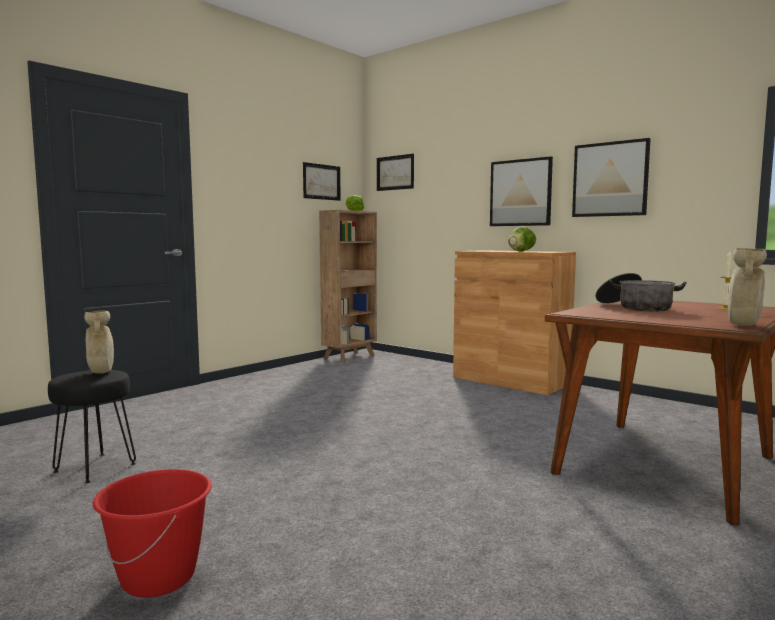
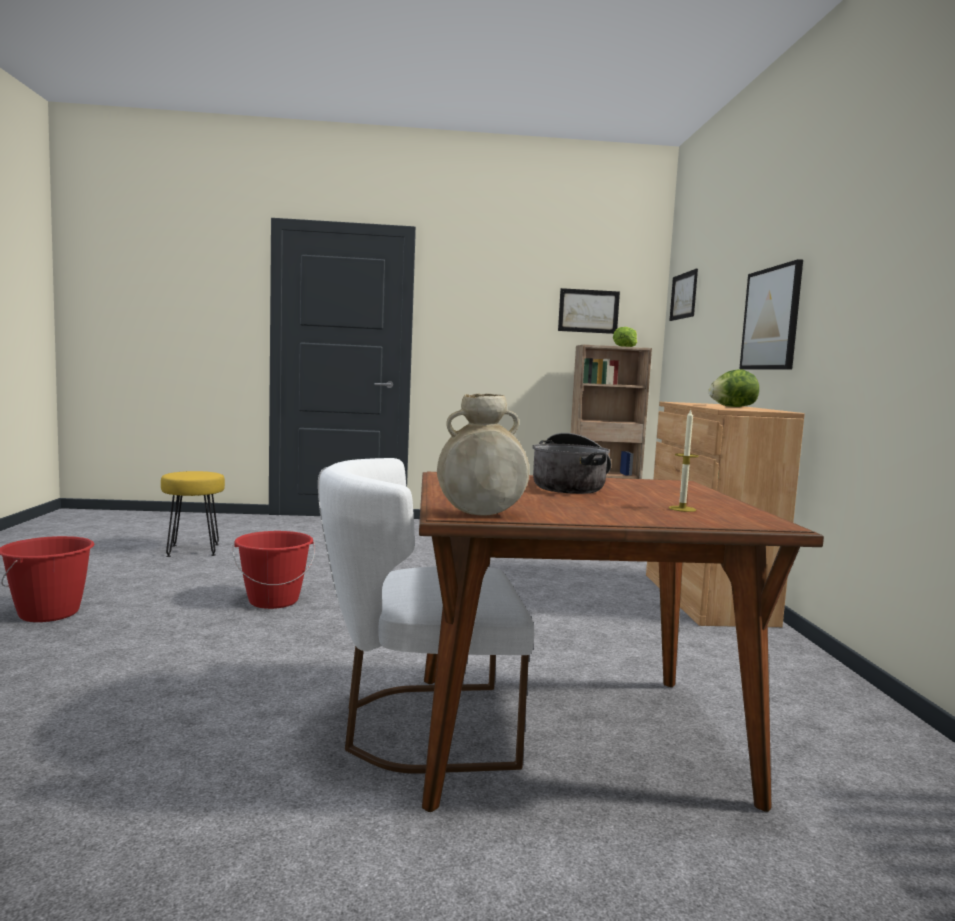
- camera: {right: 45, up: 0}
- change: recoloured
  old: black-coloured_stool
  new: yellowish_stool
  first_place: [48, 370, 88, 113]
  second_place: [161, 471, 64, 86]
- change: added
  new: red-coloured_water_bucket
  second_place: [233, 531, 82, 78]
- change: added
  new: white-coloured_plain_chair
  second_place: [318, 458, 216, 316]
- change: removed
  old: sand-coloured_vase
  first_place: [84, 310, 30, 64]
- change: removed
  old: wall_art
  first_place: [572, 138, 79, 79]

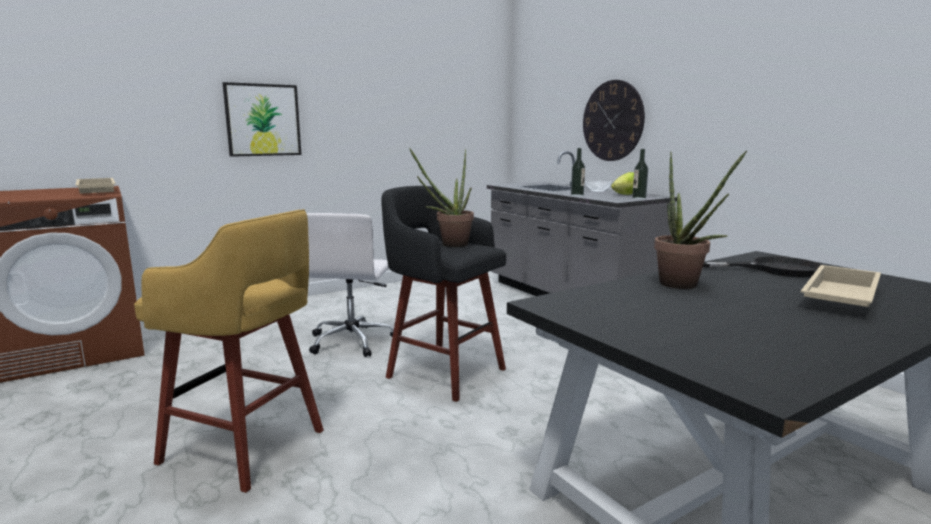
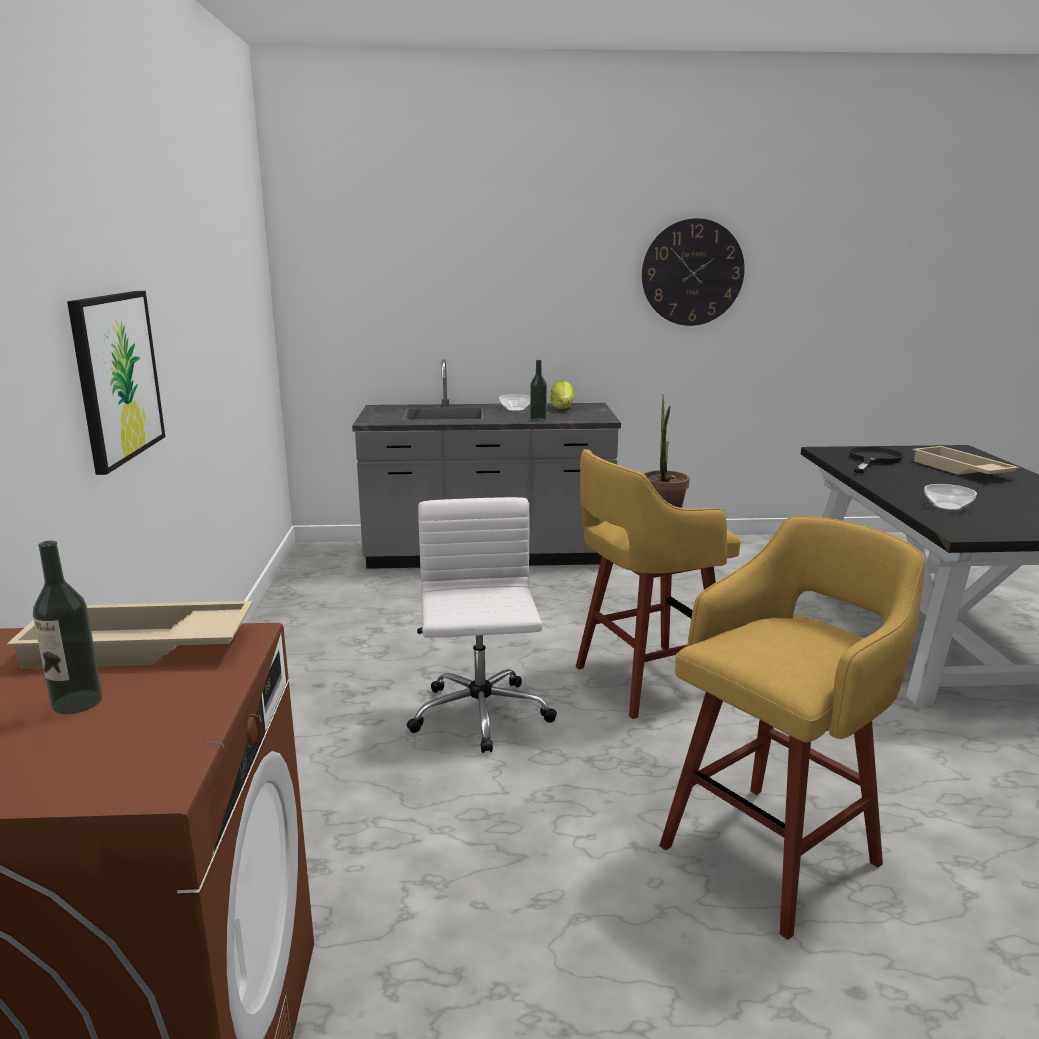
- camera: {right: -60, up: 5}
- change: moved
  old: beverage_bottle
  first_place: [632, 149, 16, 50]
  second_place: [33, 541, 70, 173]
- change: turned
  old: white-coloured_office_chair
  first_place: [306, 213, 88, 144]
  second_place: [406, 497, 151, 256]
  degrees: -135
- change: recoloured
  old: black-coloured_stool
  new: yellowish_stool
  first_place: [381, 186, 125, 216]
  second_place: [576, 449, 165, 270]
- change: moved
  old: clock_on_the_wall
  first_place: [583, 80, 62, 81]
  second_place: [642, 218, 103, 108]
- change: added
  new: serving_bowl
  second_place: [924, 484, 53, 26]
- change: removed
  old: plant_in_a_pot
  first_place: [654, 151, 93, 138]

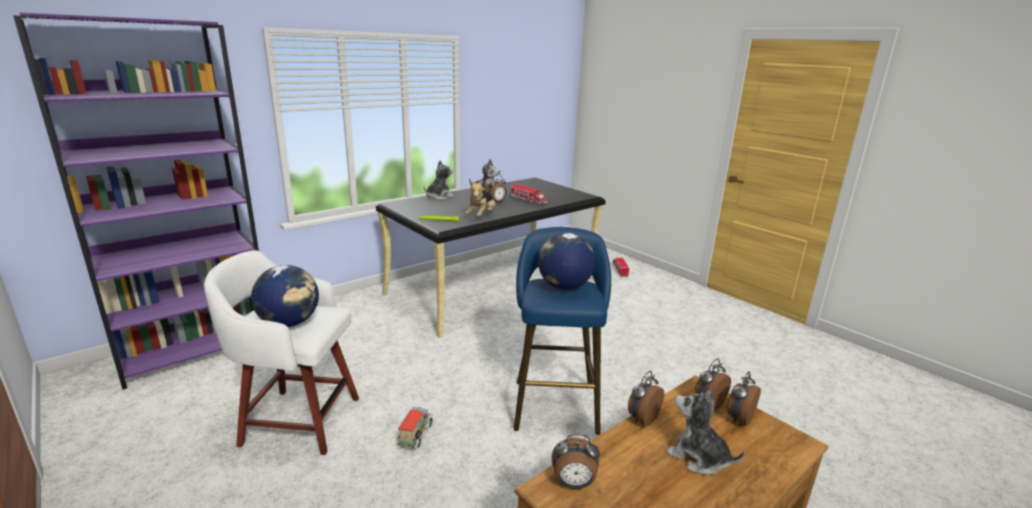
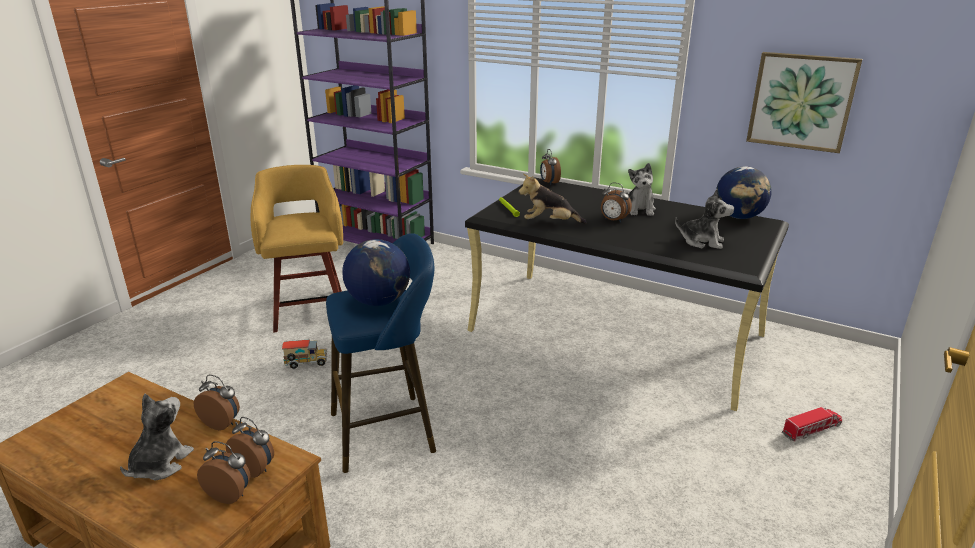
- camera: {right: 70, up: 5}
- change: recoloured
  old: white-coloured_stool
  new: yellowish_stool
  first_place: [204, 250, 155, 205]
  second_place: [251, 165, 92, 167]
- change: moved
  old: alarm_clock
  first_place: [552, 434, 48, 55]
  second_place: [540, 149, 21, 36]
- change: moved
  old: soft_toy
  first_place: [424, 160, 30, 40]
  second_place: [675, 189, 59, 60]
- change: moved
  old: globe
  first_place: [251, 265, 68, 62]
  second_place: [716, 166, 56, 53]
- change: added
  new: wall_art
  second_place: [746, 52, 116, 101]
- change: removed
  old: toy_lorry
  first_place: [510, 184, 37, 21]

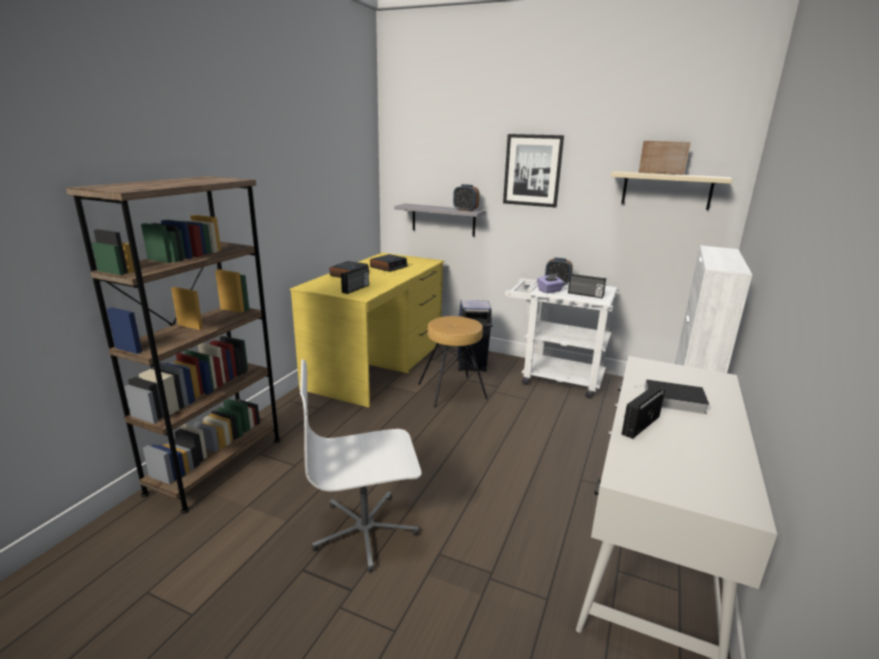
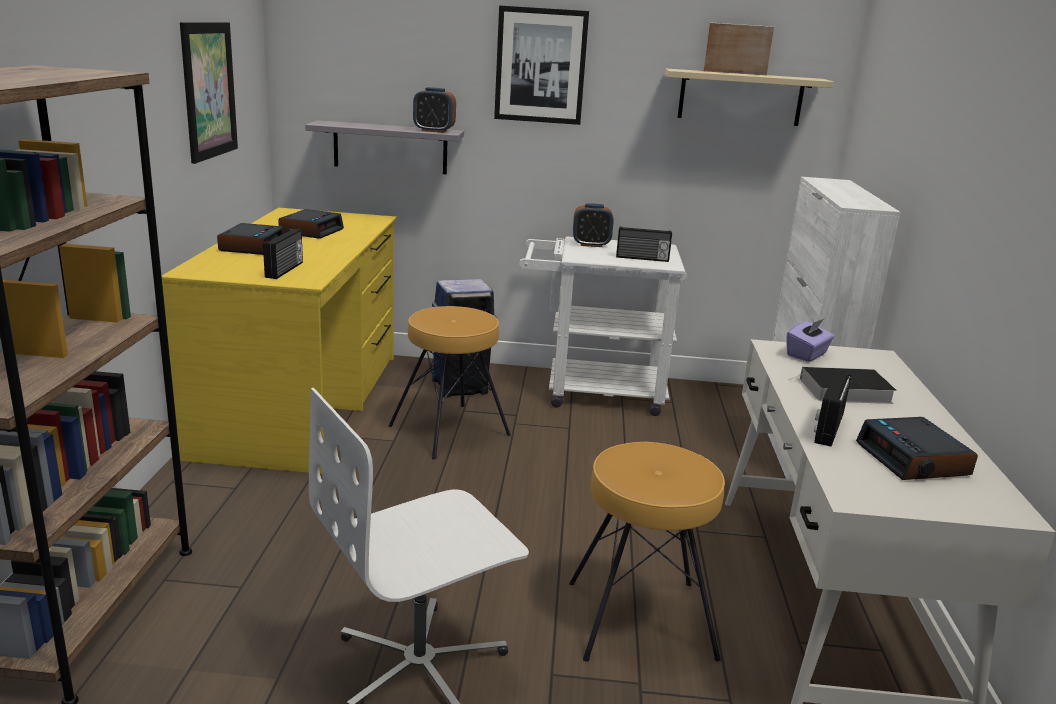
- camera: {right: -20, up: 0}
- change: added
  new: wall_art
  second_place: [180, 22, 58, 142]
- change: added
  new: brownish_stool
  second_place: [569, 442, 156, 220]
- change: moved
  old: purple_tissue_box
  first_place: [537, 273, 28, 20]
  second_place: [786, 319, 48, 43]
- change: added
  new: alarm_clock
  second_place: [856, 417, 122, 63]

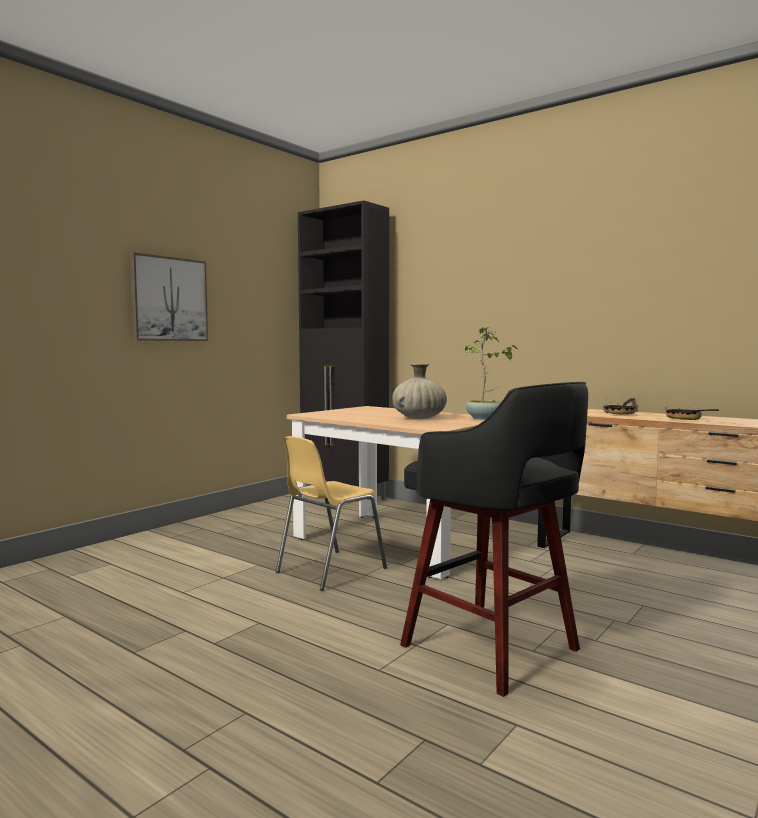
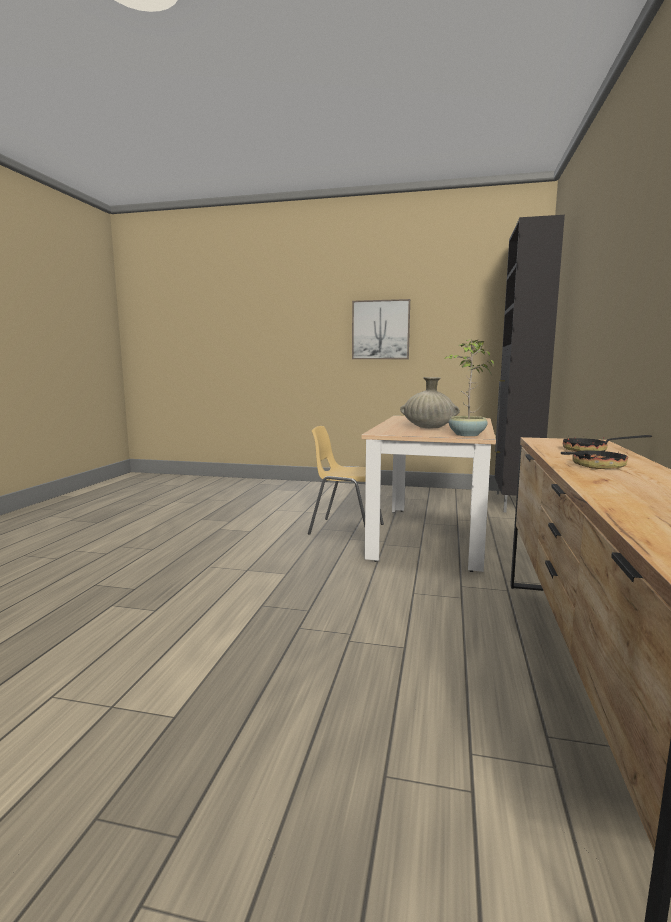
- camera: {right: 65, up: 5}
- change: removed
  old: black-coloured_stool
  first_place: [400, 382, 188, 315]

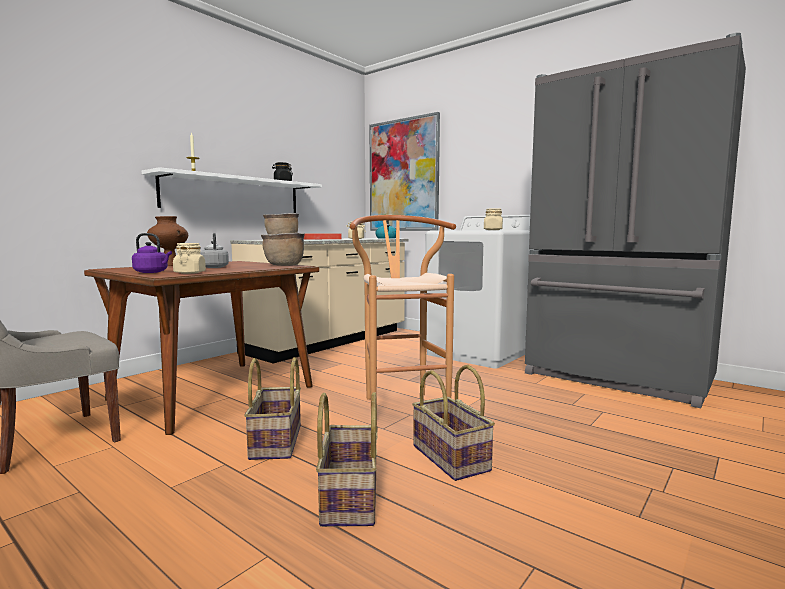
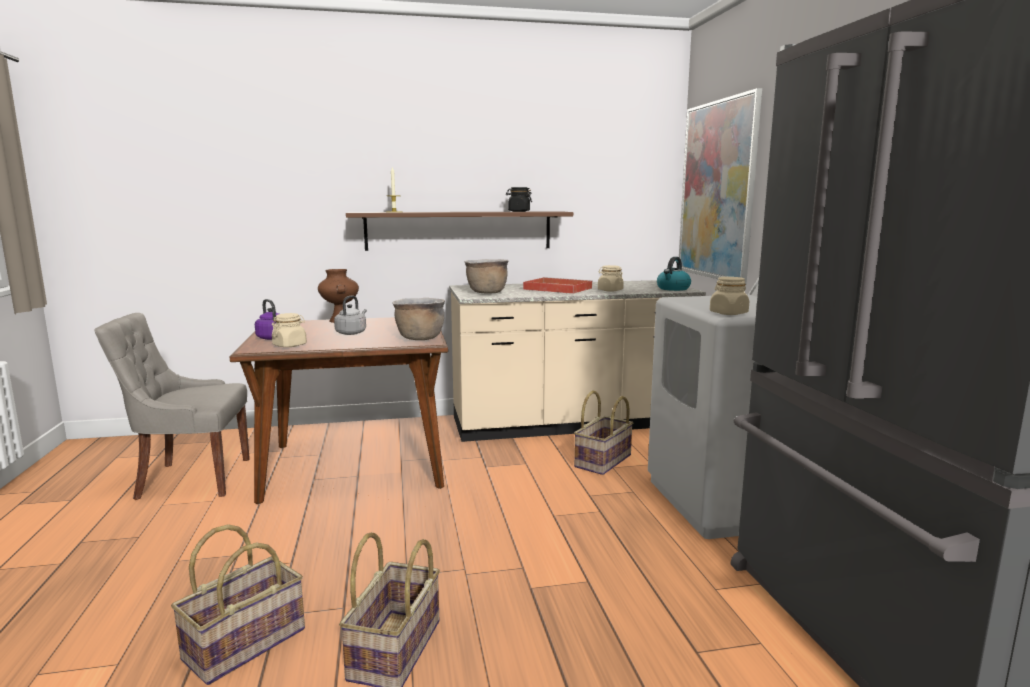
- camera: {right: 40, up: 5}
- change: recoloured
  old: white-coloured_wall_shelf
  new: brownish_wall_shelf
  first_place: [142, 167, 180, 46]
  second_place: [346, 212, 227, 39]
- change: moved
  old: household_basket
  first_place: [244, 357, 57, 103]
  second_place: [574, 390, 59, 85]
- change: removed
  old: brownish_stool
  first_place: [350, 215, 106, 185]

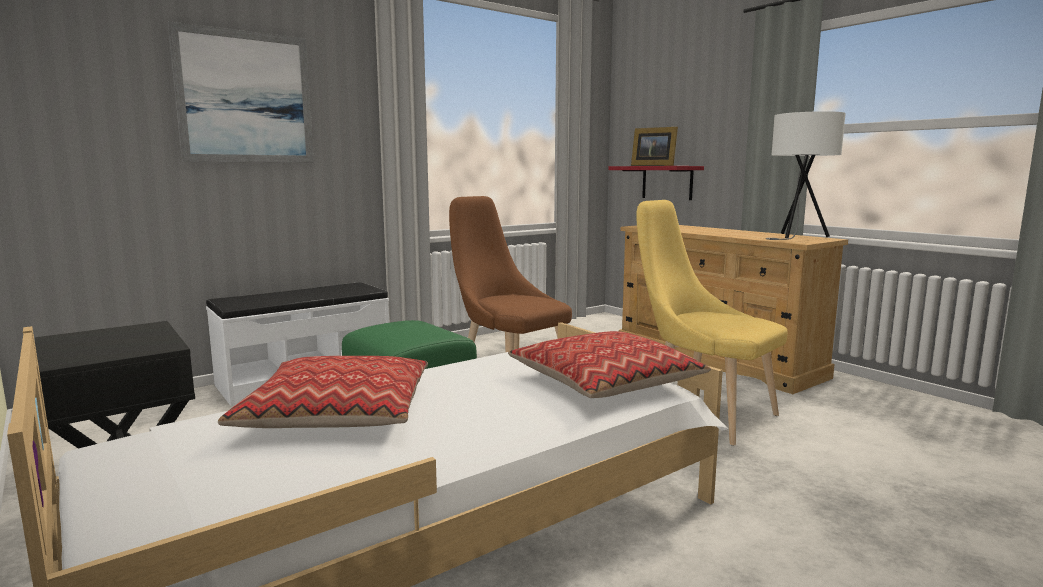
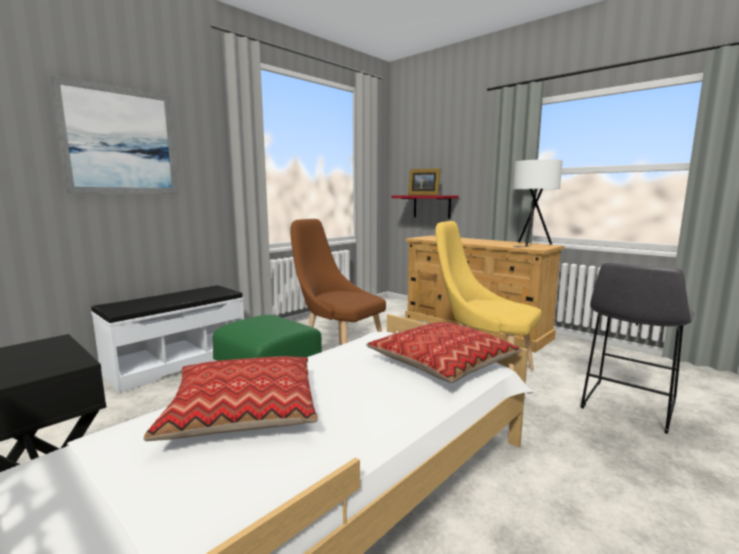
- camera: {right: -10, up: 0}
- change: added
  new: gray_stool
  second_place: [581, 262, 113, 172]

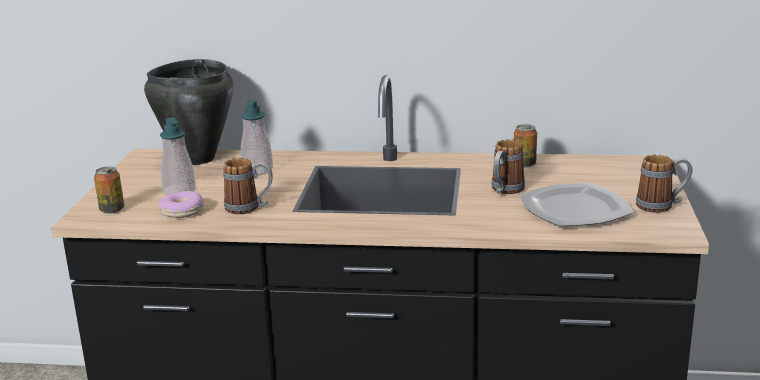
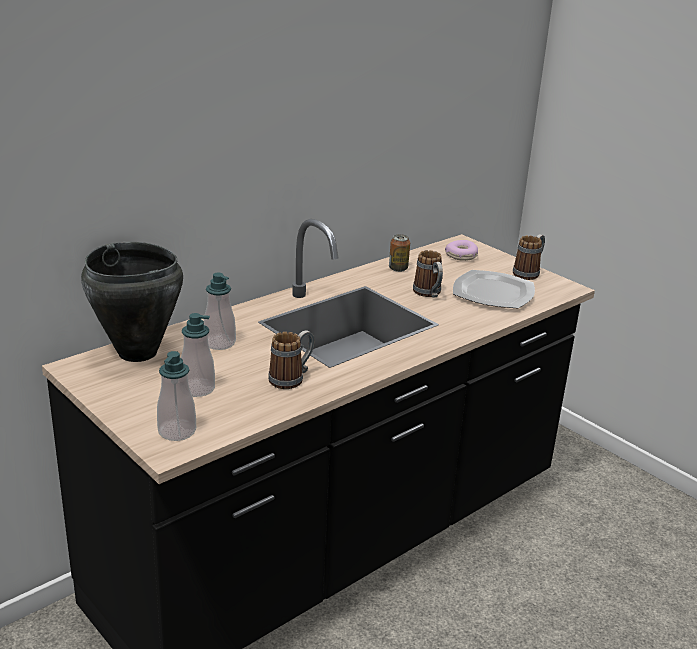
- camera: {right: -50, up: 5}
- change: replaced
  old: metal_can
  new: liquid_soap_bottle
  first_place: [94, 166, 30, 48]
  second_place: [157, 351, 39, 90]
- change: moved
  old: ring_doughnut
  first_place: [158, 191, 46, 27]
  second_place: [445, 240, 33, 21]

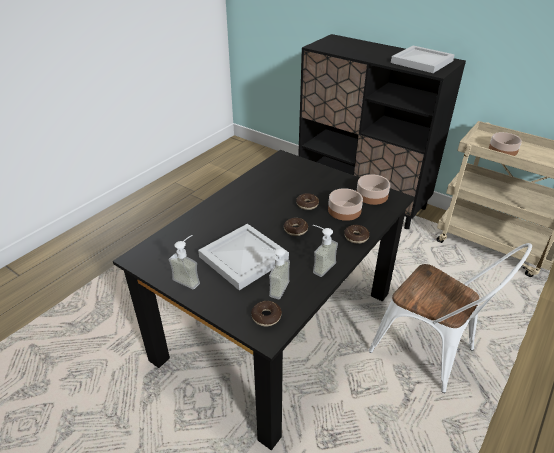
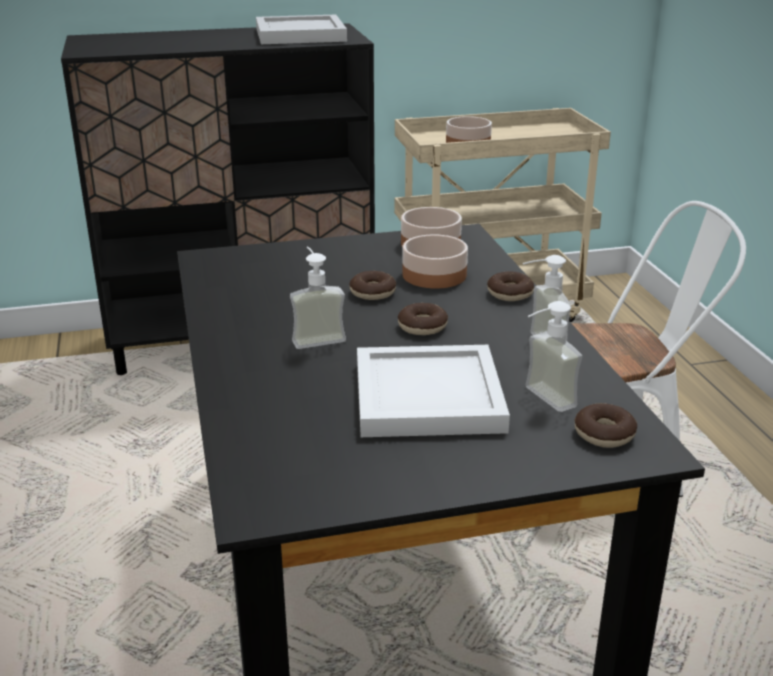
- camera: {right: -50, up: -10}
- change: moved
  old: liquid_soap_bottle
  first_place: [169, 235, 31, 55]
  second_place: [290, 247, 56, 102]

